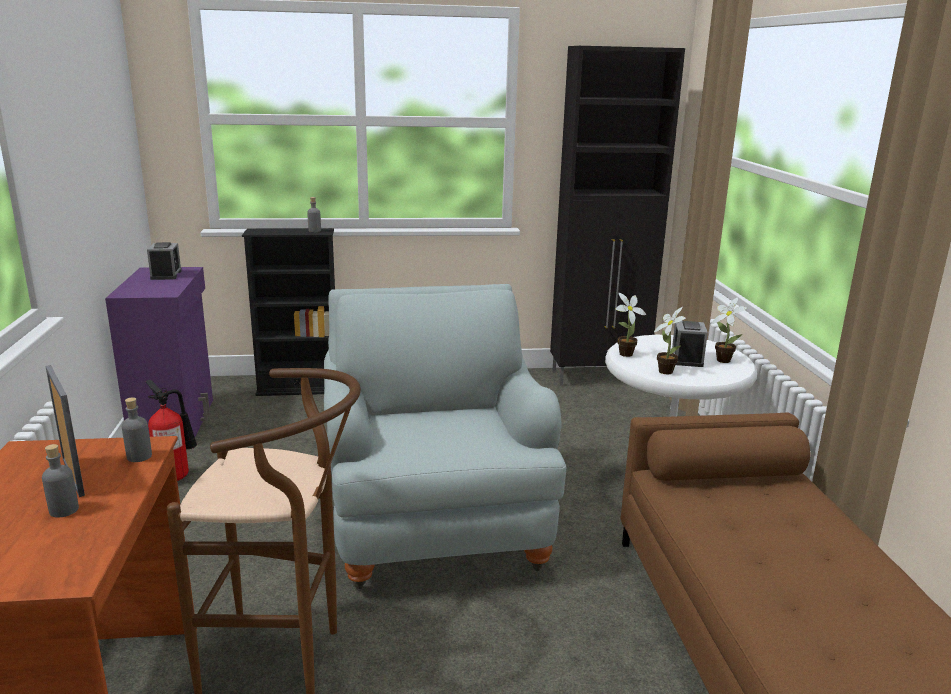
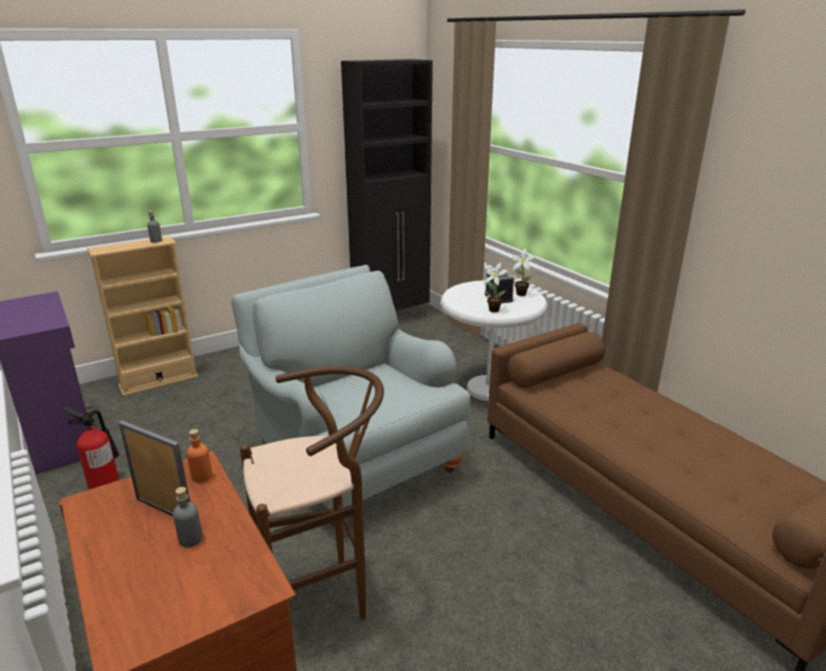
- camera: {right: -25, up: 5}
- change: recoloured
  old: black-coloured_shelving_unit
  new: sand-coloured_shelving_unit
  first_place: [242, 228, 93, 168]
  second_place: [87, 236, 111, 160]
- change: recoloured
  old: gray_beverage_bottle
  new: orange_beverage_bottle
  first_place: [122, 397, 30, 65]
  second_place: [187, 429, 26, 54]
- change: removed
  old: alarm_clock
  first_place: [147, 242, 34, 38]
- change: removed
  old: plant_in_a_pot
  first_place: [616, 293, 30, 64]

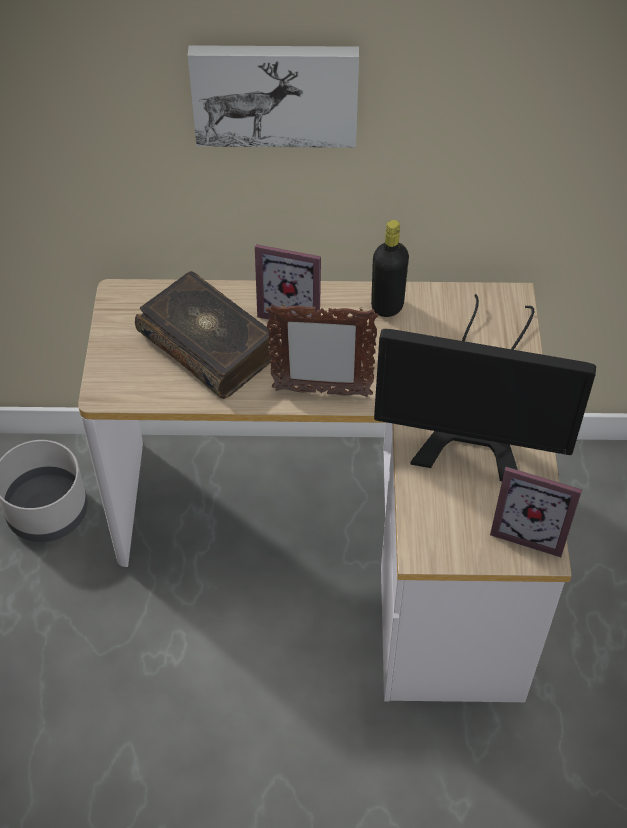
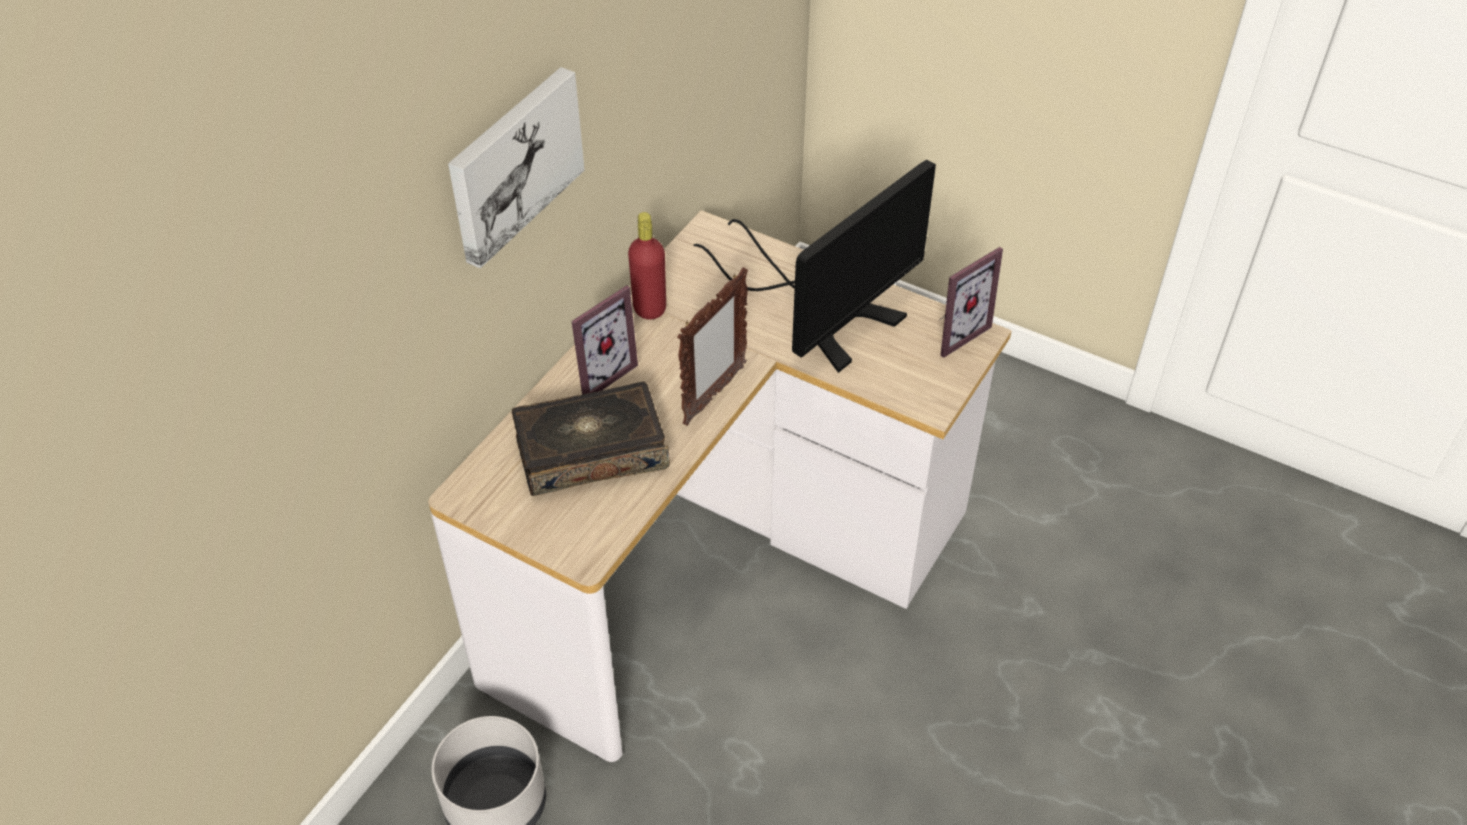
- camera: {right: -60, up: -5}
- change: recoloured
  old: black-coloured_beverage_bottle
  new: red-coloured_beverage_bottle
  first_place: [371, 220, 38, 97]
  second_place: [628, 212, 38, 107]

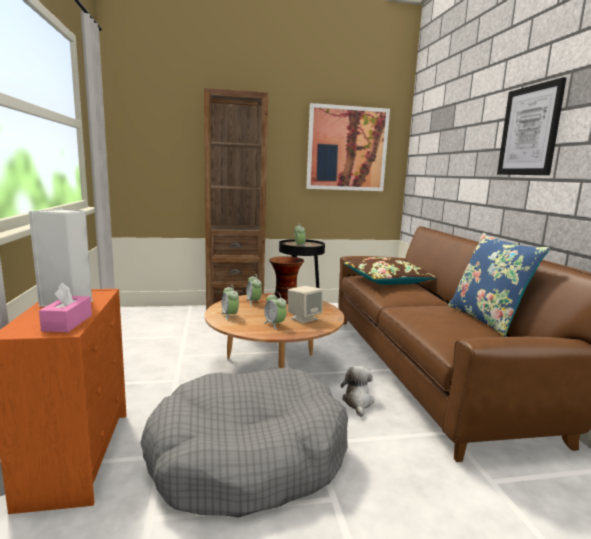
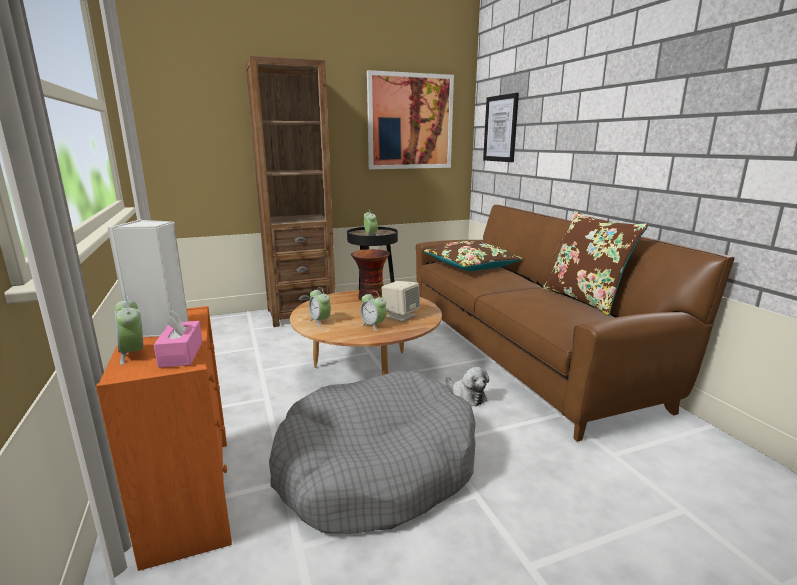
- camera: {right: -10, up: 5}
- change: moved
  old: alarm_clock
  first_place: [246, 275, 16, 31]
  second_place: [115, 296, 28, 69]
- change: turned
  old: soft_toy
  first_place: [341, 366, 33, 51]
  second_place: [446, 367, 43, 39]
  degrees: 150
- change: moved
  old: wall_art
  first_place: [497, 77, 69, 98]
  second_place: [483, 93, 36, 69]
- change: recoloured
  old: blue-coloured_throw_pillow
  new: brownish_throw_pillow
  first_place: [448, 233, 102, 104]
  second_place: [543, 211, 106, 105]

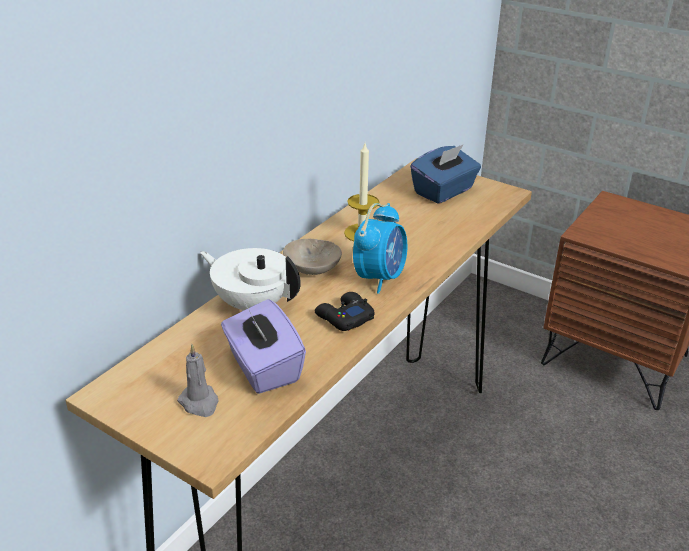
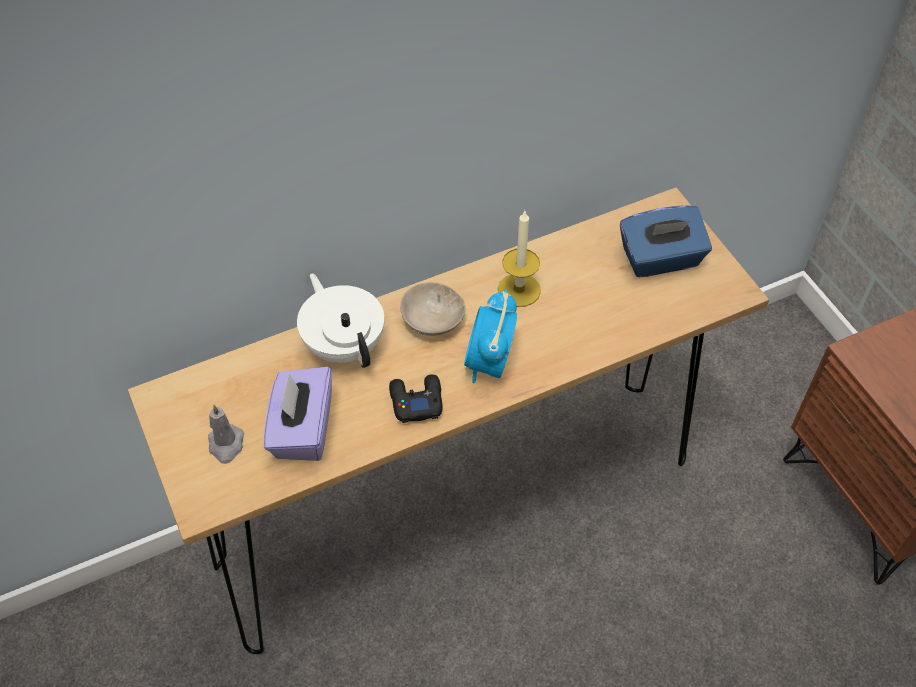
- camera: {right: 30, up: 20}
- change: turned
  old: alarm_clock
  first_place: [353, 203, 54, 91]
  second_place: [464, 290, 53, 93]
  degrees: 135

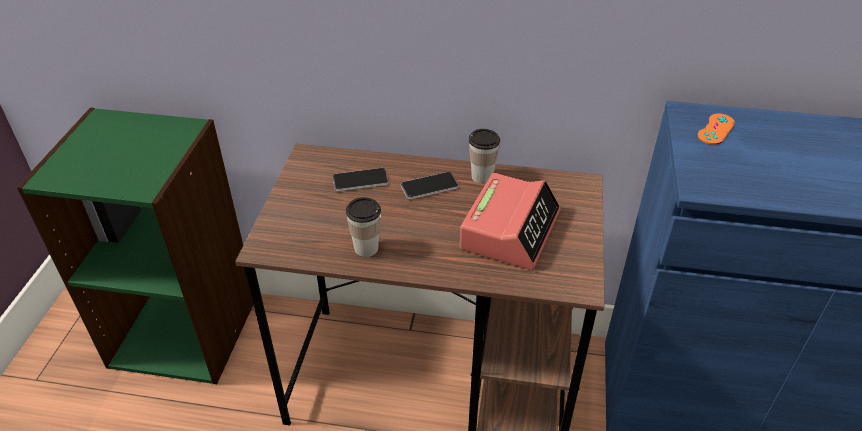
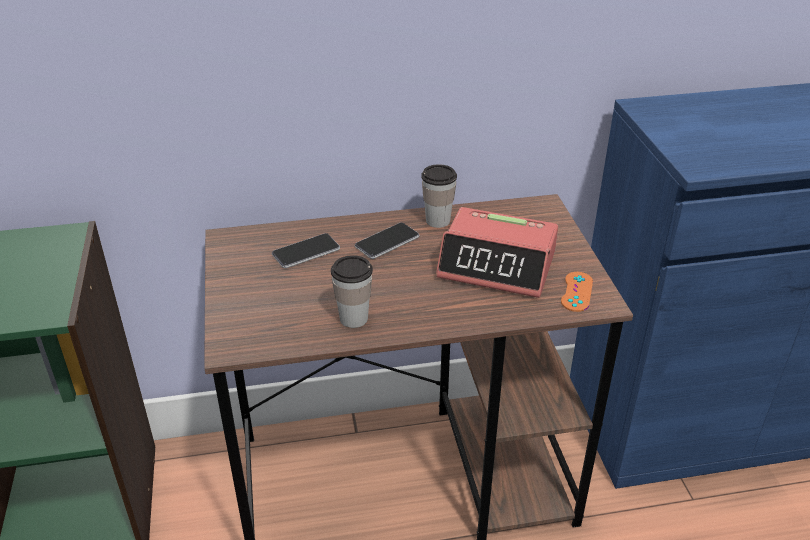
- camera: {right: -20, up: -5}
- change: turned
  old: alarm_clock
  first_place: [460, 173, 101, 97]
  second_place: [436, 207, 122, 91]
  degrees: 105
- change: moved
  old: orange_game_controller
  first_place: [698, 114, 37, 31]
  second_place: [561, 272, 32, 40]

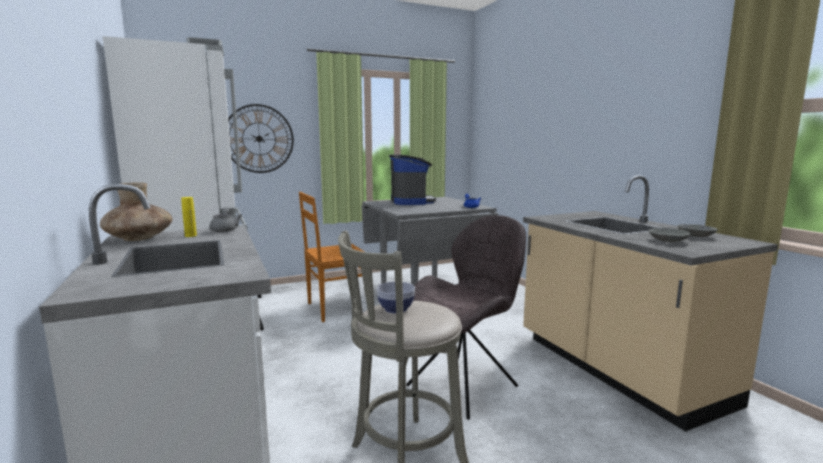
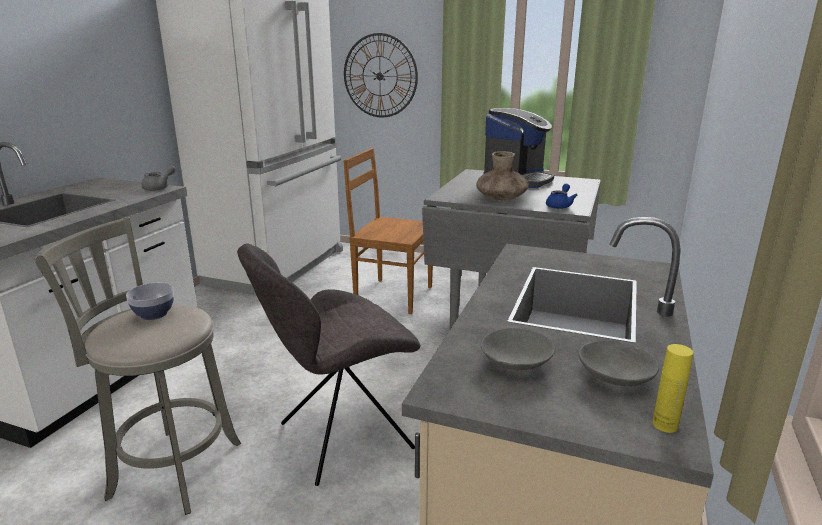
- camera: {right: 45, up: 10}
- change: turned
  old: gray_plain_chair
  first_place: [406, 215, 120, 205]
  second_place: [237, 243, 184, 243]
  degrees: 150
- change: moved
  old: brownish_vase
  first_place: [100, 182, 73, 59]
  second_place: [476, 151, 53, 50]
- change: moved
  old: yellowish_beverage_bottle
  first_place: [181, 197, 16, 40]
  second_place: [652, 344, 41, 89]

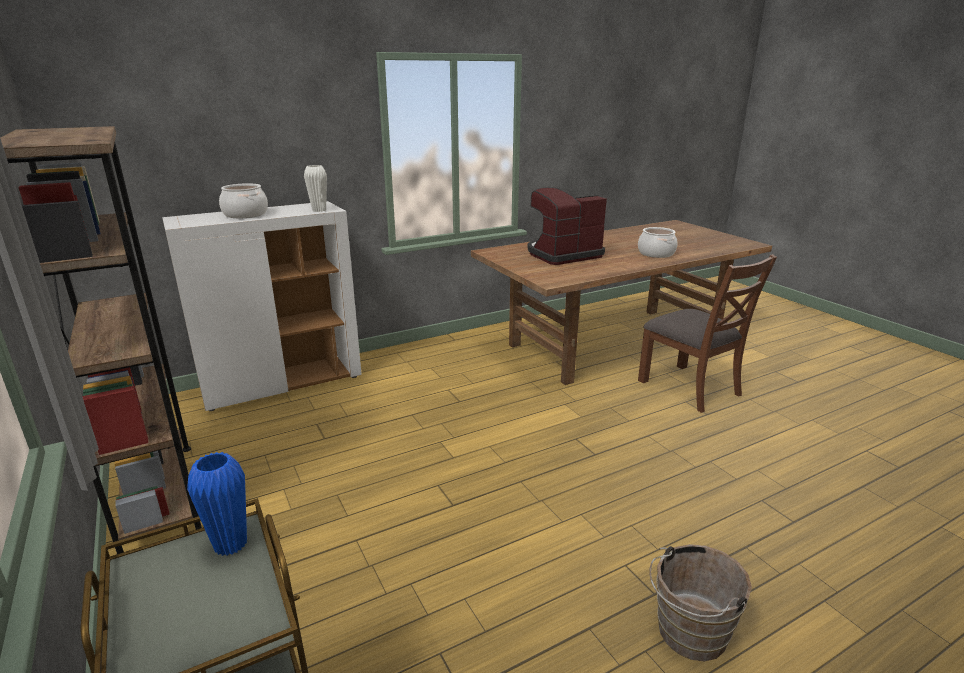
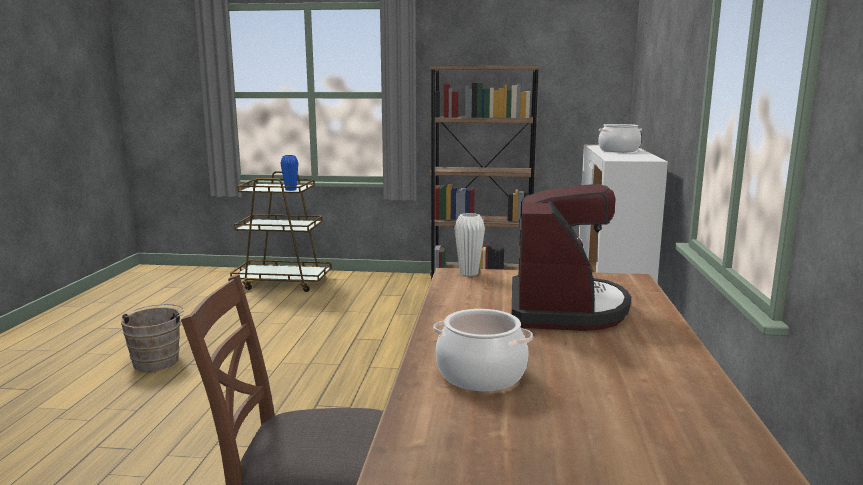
- camera: {right: 125, up: -10}
- change: moved
  old: white-coloured_vase
  first_place: [304, 165, 23, 47]
  second_place: [454, 213, 31, 63]

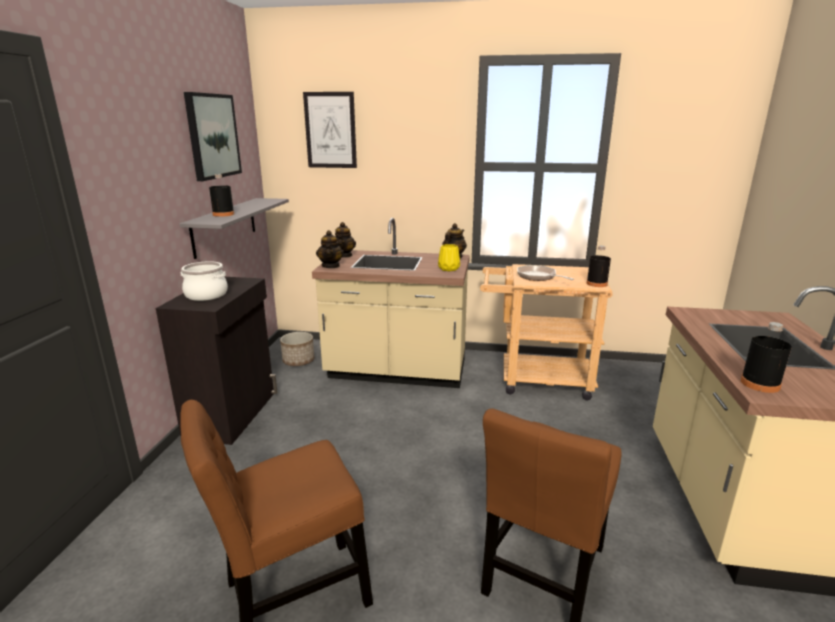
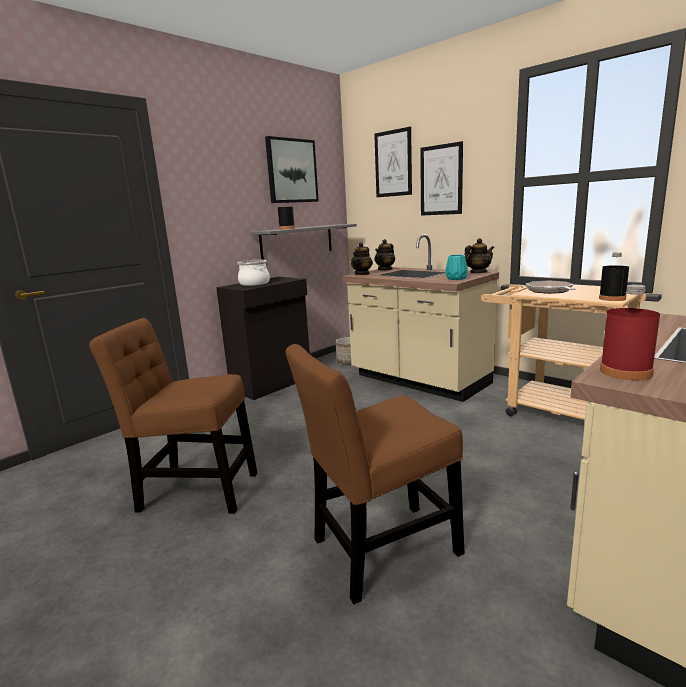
- camera: {right: 35, up: -5}
- change: added
  new: wall_art
  second_place: [420, 141, 43, 75]
- change: recoloured
  old: yellowish_vase
  new: blue-green_vase
  first_place: [438, 244, 22, 27]
  second_place: [446, 255, 22, 25]
- change: recoloured
  old: black-coloured_beverage_bottle
  new: red-coloured_beverage_bottle
  first_place: [741, 322, 51, 71]
  second_place: [600, 285, 60, 95]

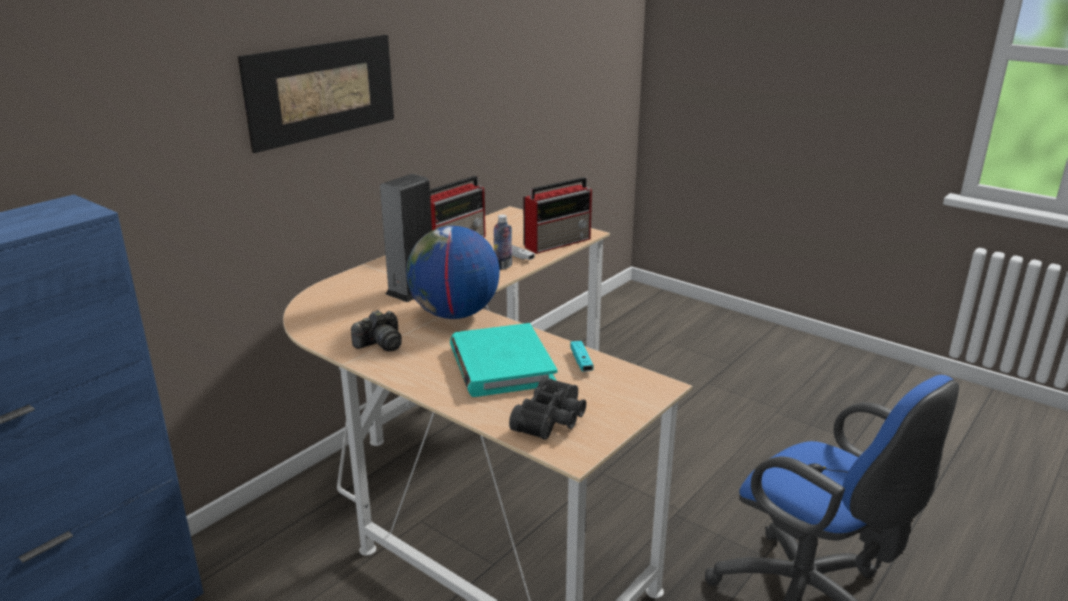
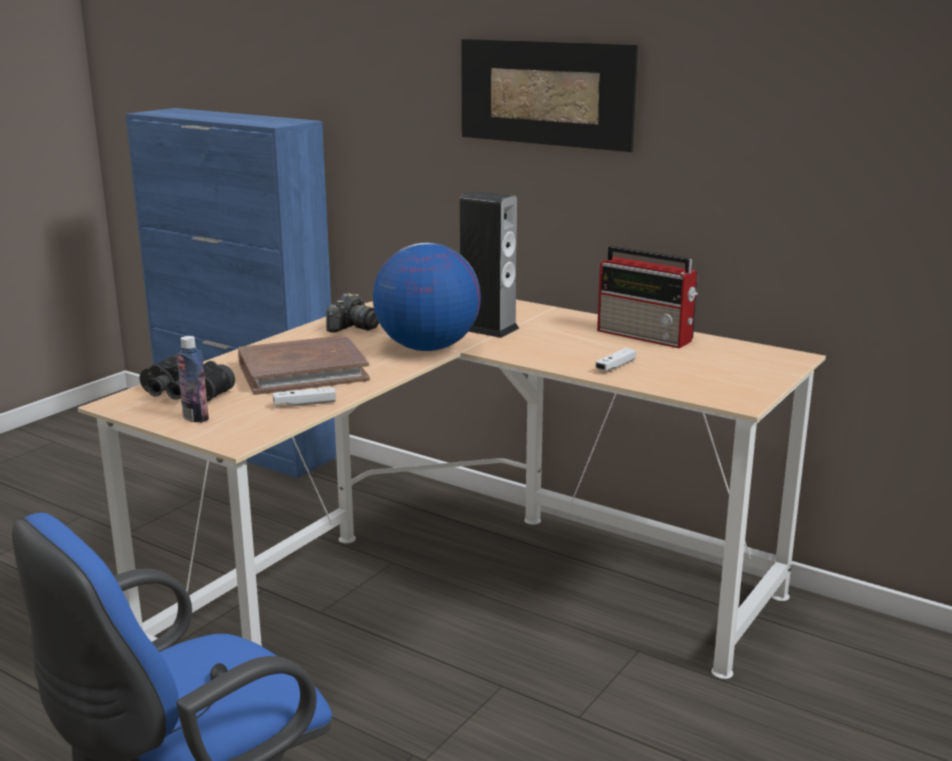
- camera: {right: 85, up: -5}
- change: moved
  old: beverage_bottle
  first_place: [494, 215, 18, 55]
  second_place: [177, 336, 32, 87]
- change: recoloured
  old: blue-green_book
  new: brownish_book
  first_place: [450, 323, 107, 74]
  second_place: [238, 336, 132, 59]
- change: recoloured
  old: blue-green_game_controller
  new: white-coloured_game_controller
  first_place: [570, 341, 24, 31]
  second_place: [273, 387, 63, 20]
- change: turned
  old: still_camera
  first_place: [351, 310, 51, 41]
  second_place: [326, 293, 53, 40]
  degrees: -105
- change: removed
  old: radio_receiver
  first_place: [523, 177, 69, 77]

